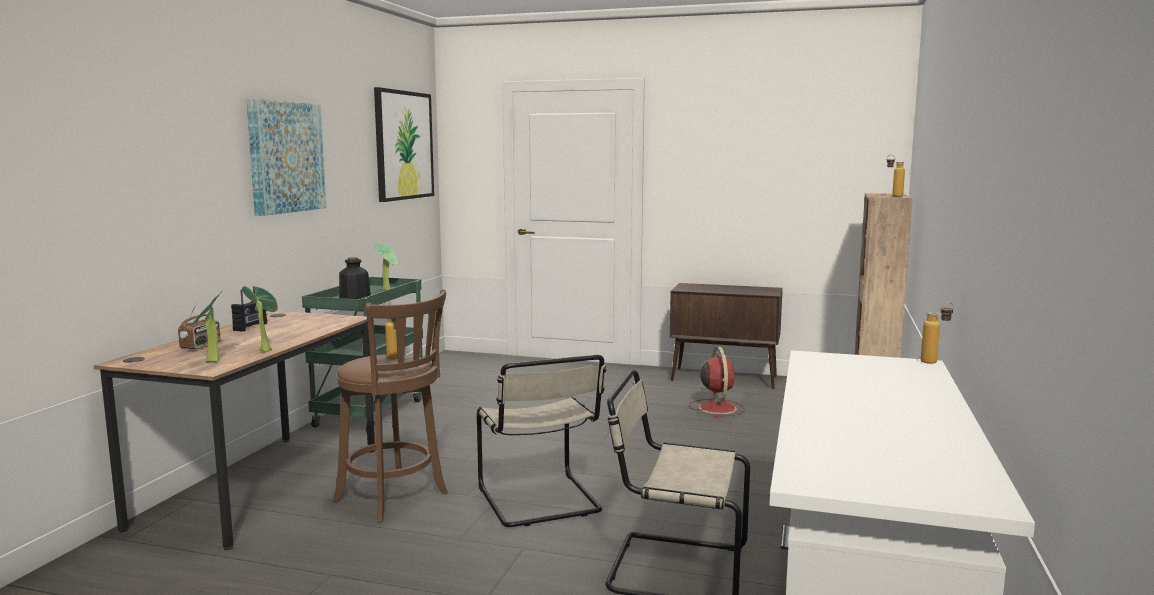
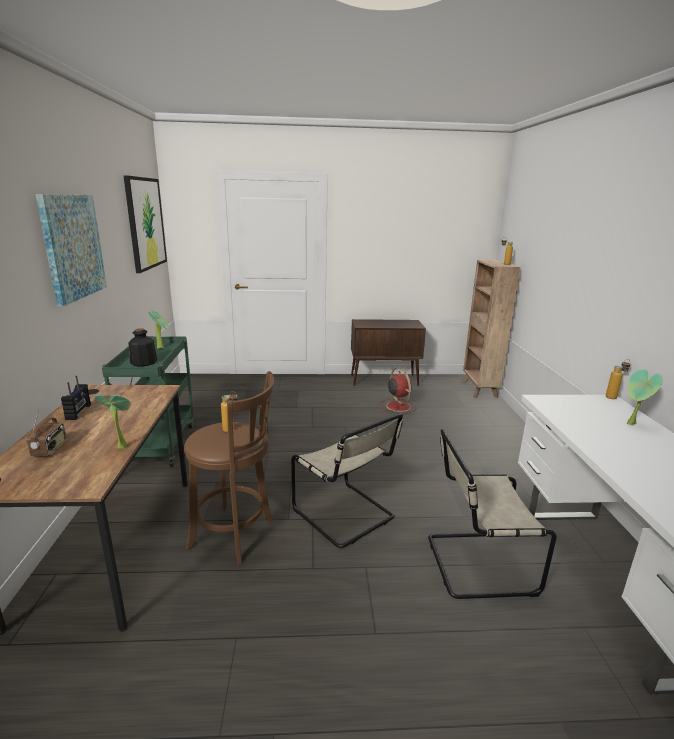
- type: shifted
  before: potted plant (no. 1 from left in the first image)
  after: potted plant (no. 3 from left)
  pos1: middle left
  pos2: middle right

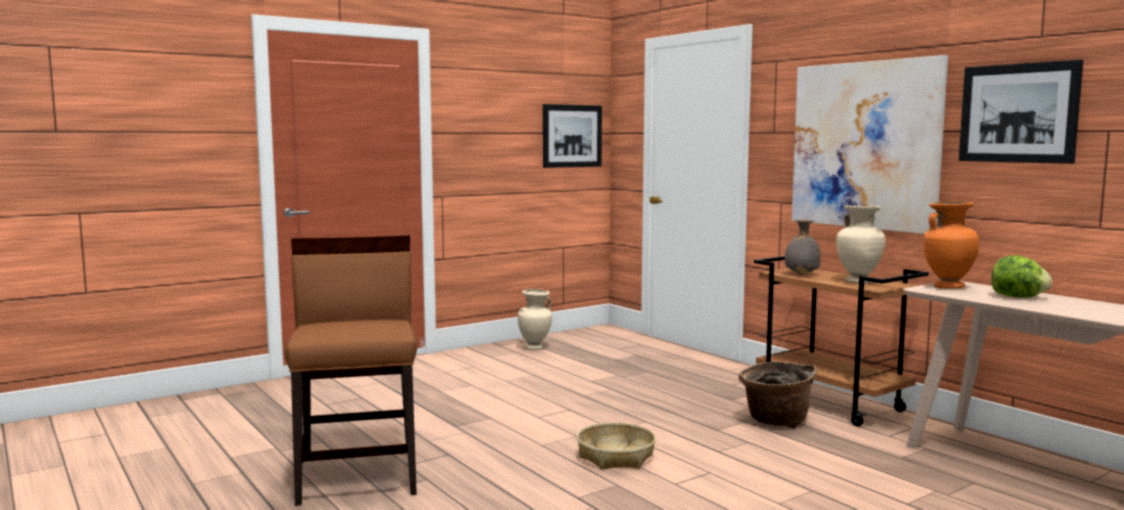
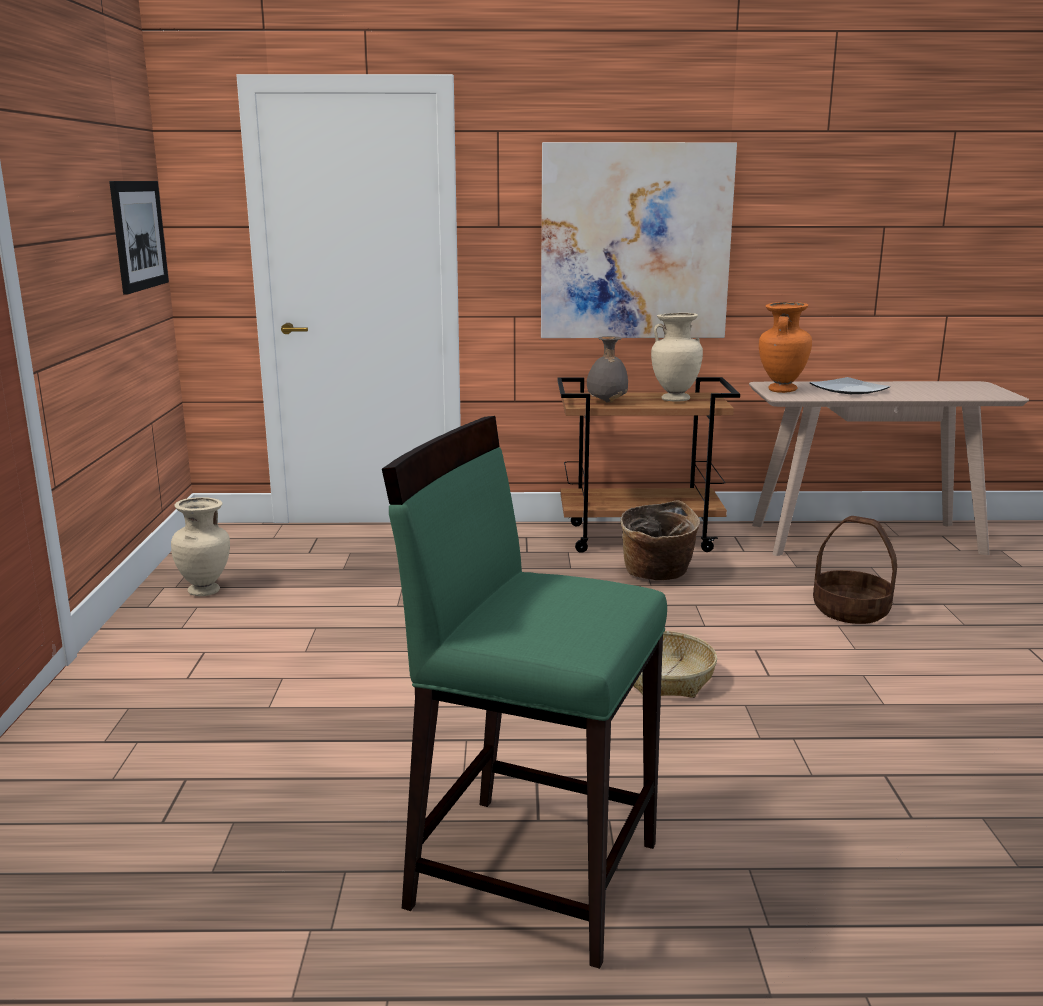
- type: swapped
  before: chair in brown
  after: stool in green
  pos1: bottom left
  pos2: bottom centre
- type: gone
  before: picture (no. 3 from left)
  pos1: top right
- type: swapped
  before: lettuce
  after: plate
  pos1: middle right
  pos2: middle right
- type: new
  after: basket (no. 3 from left)
  pos2: middle right

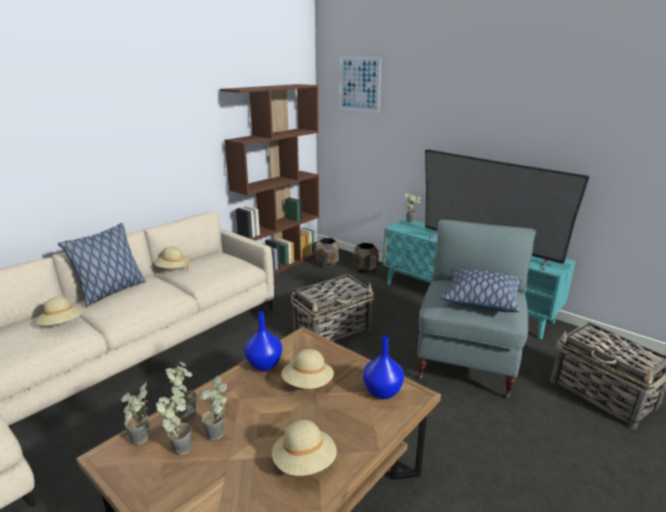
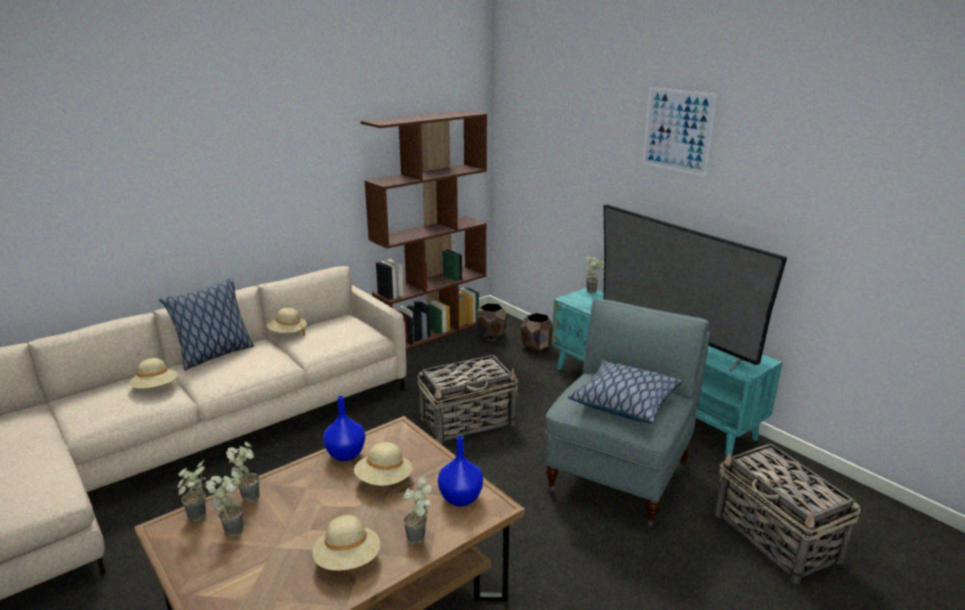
- type: shifted
  before: potted plant (no. 4 from left)
  pos1: bottom left
  pos2: bottom centre
- type: shifted
  before: picture
  pos1: top centre
  pos2: top right

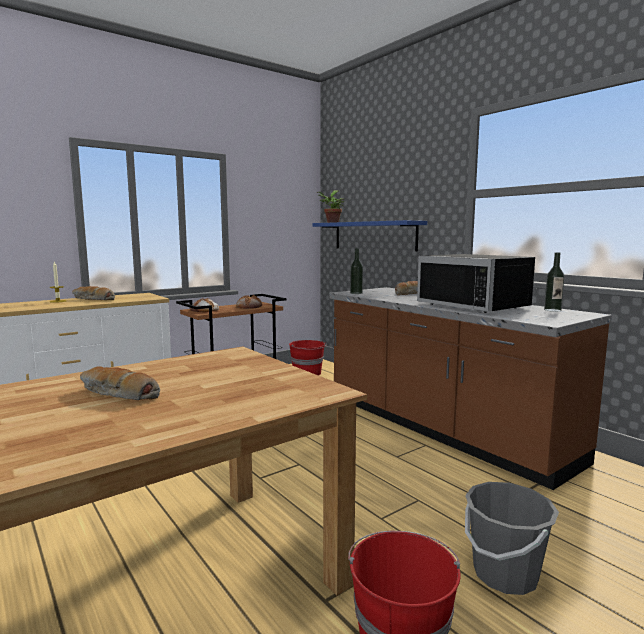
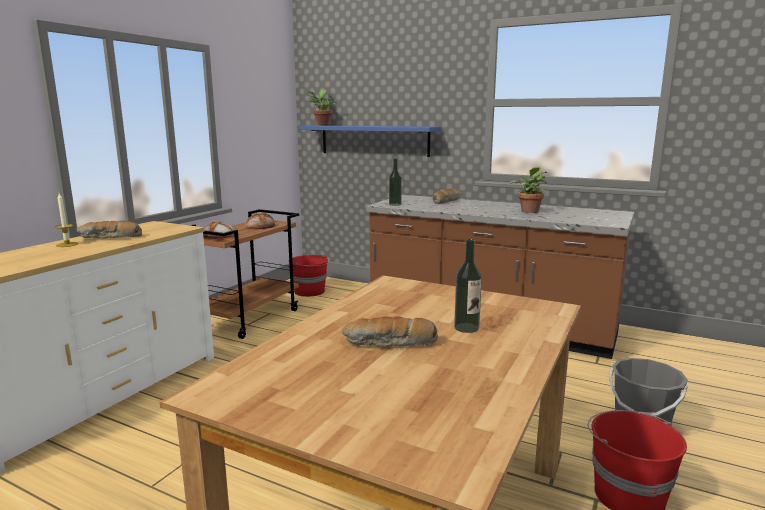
- type: swapped
  before: microwave in black
  after: potted plant (no. 2 from left)
  pos1: middle right
  pos2: middle right
- type: shifted
  before: bottle (no. 2 from left)
  pos1: middle right
  pos2: centre

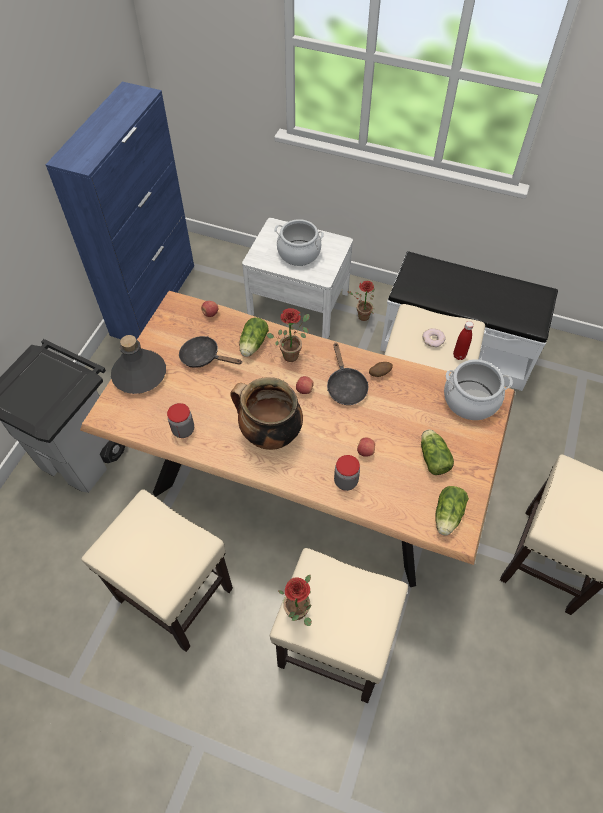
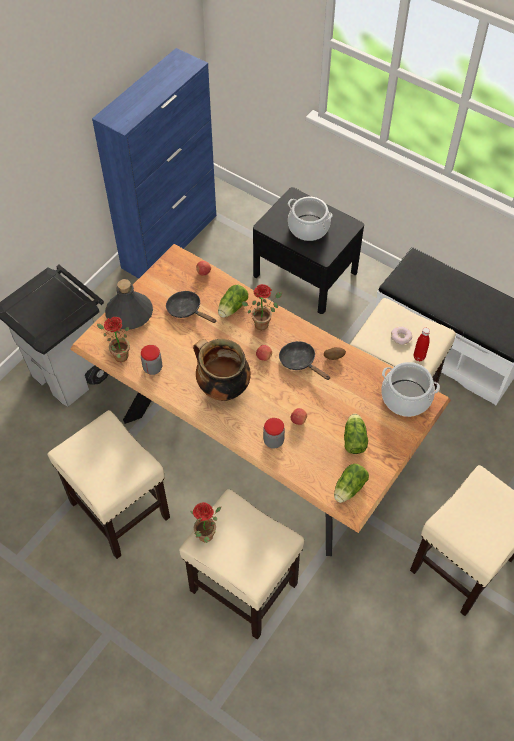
- type: repainted
  before: nightstand in white
  after: nightstand in black
  pos1: centre
  pos2: centre
- type: rotated
  before: frying pan in black (no. 2 from left)
  pos1: centre
  pos2: centre
  turn: 135
- type: shifted
  before: potted plant (no. 3 from left in the first image)
  after: potted plant (no. 1 from left)
  pos1: centre
  pos2: middle left

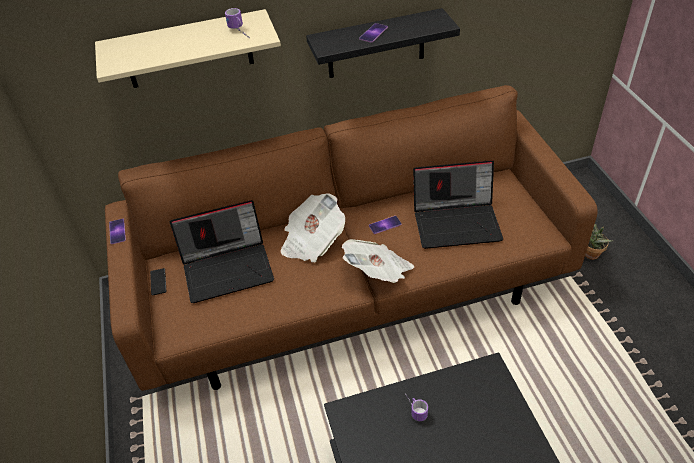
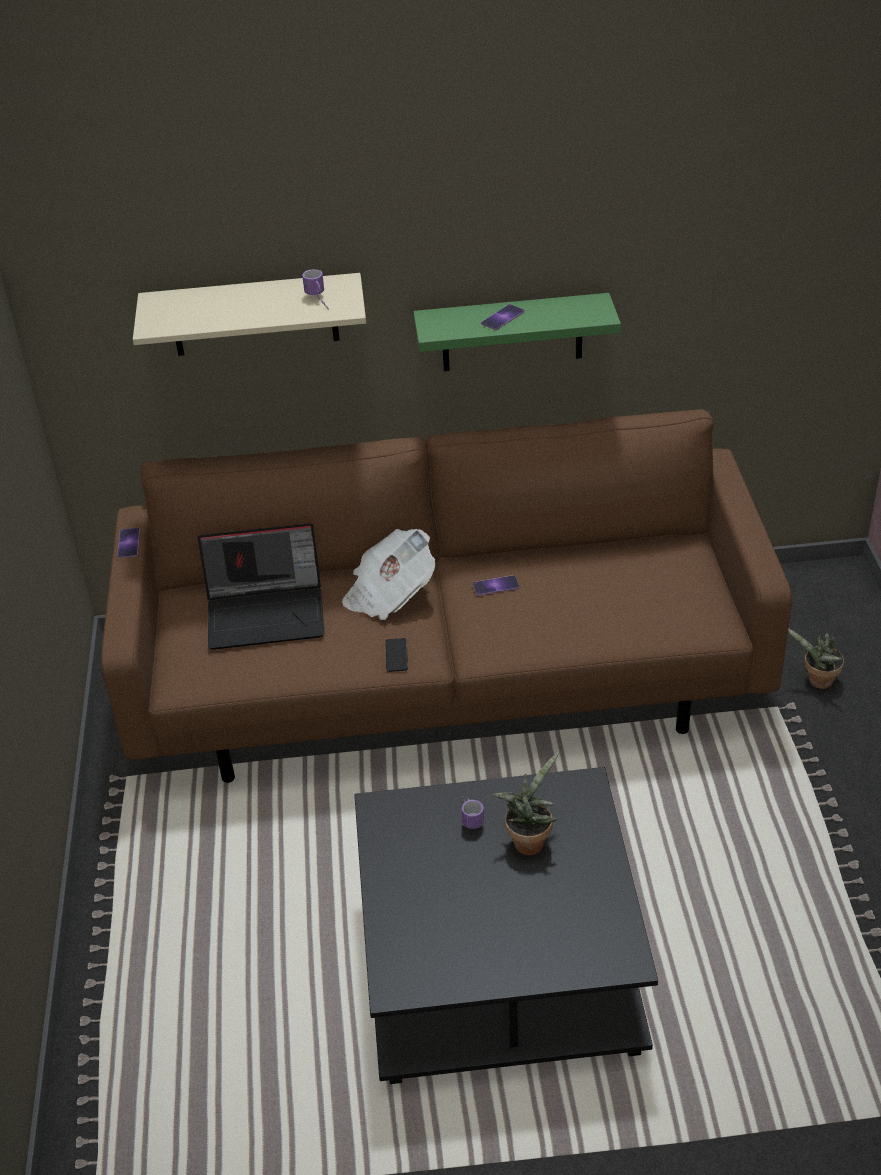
- type: shifted
  before: phone (no. 2 from left)
  pos1: middle left
  pos2: centre
- type: repainted
  before: shelf in black
  after: shelf in green
  pos1: top centre
  pos2: top centre
- type: gone
  before: newspaper (no. 2 from left)
  pos1: centre
- type: gone
  before: laptop (no. 2 from left)
  pos1: centre
- type: new
  after: potted plant (no. 1 from left)
  pos2: bottom centre

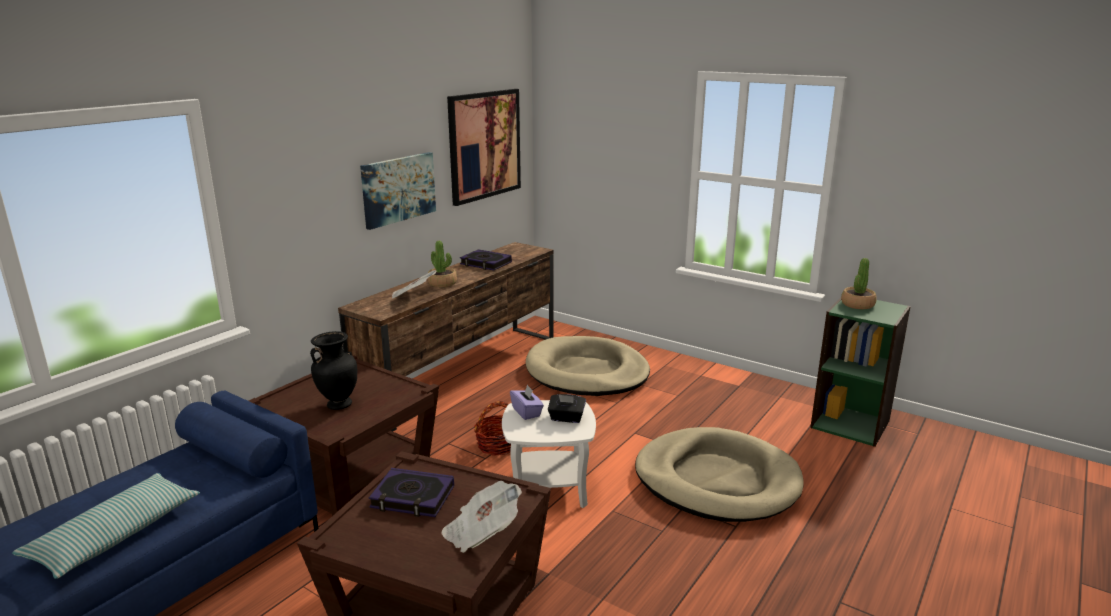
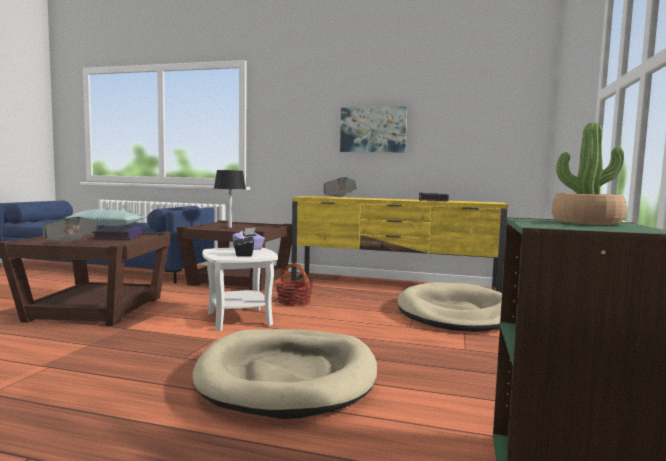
- type: swapped
  before: vase in black
  after: table lamp in black
  pos1: middle left
  pos2: centre
- type: repainted
  before: tv stand in brown
  after: tv stand in yellow
  pos1: centre
  pos2: centre
- type: gone
  before: potted plant (no. 1 from left)
  pos1: centre
- type: gone
  before: picture (no. 2 from left)
  pos1: top centre

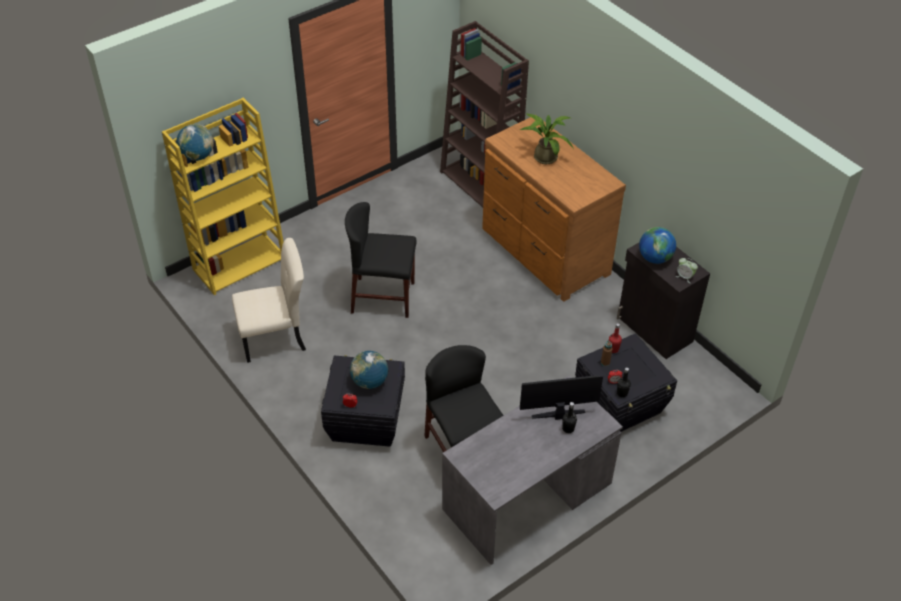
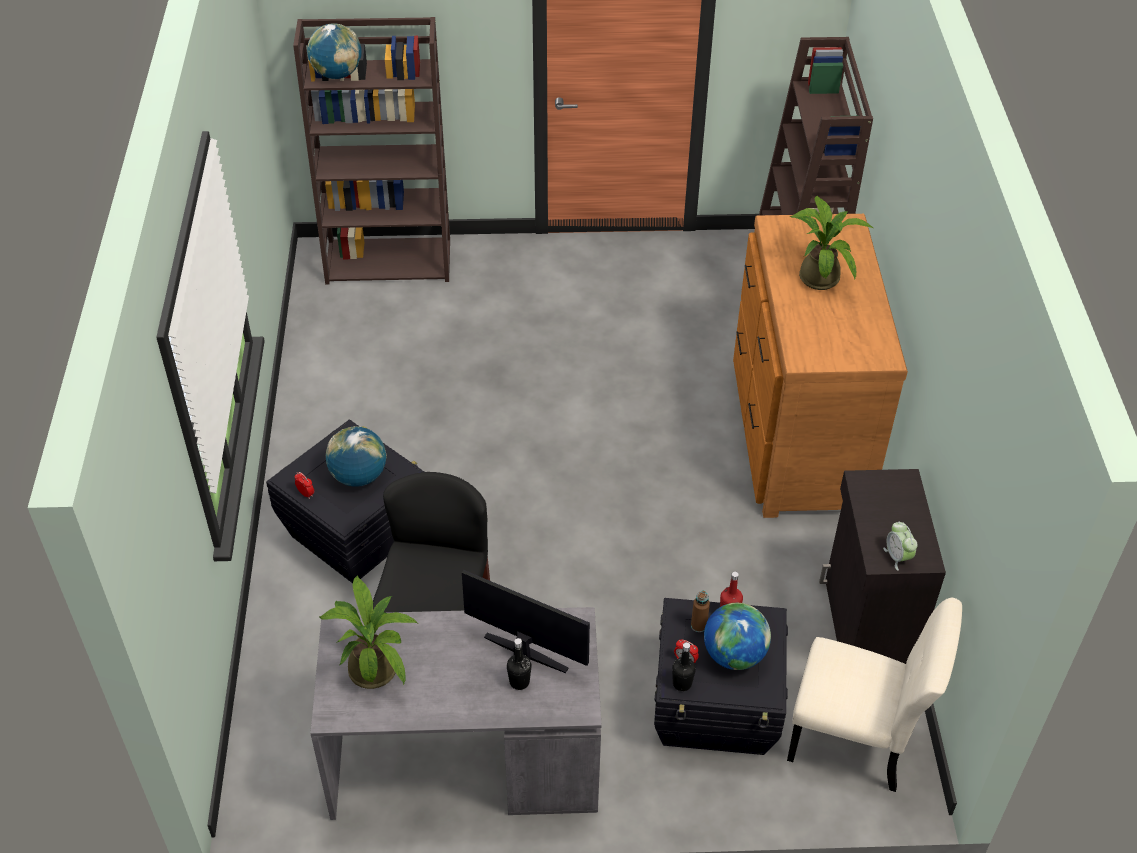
- type: repainted
  before: bookcase in yellow
  after: bookcase in brown (no. 1 from left)
  pos1: top left
  pos2: top left
- type: shifted
  before: chair in beige
  pos1: middle left
  pos2: bottom right
- type: gone
  before: chair in black (no. 1 from left)
  pos1: centre
- type: shifted
  before: globe (no. 3 from left)
  pos1: middle right
  pos2: bottom centre
- type: new
  after: potted plant (no. 1 from left)
  pos2: bottom left

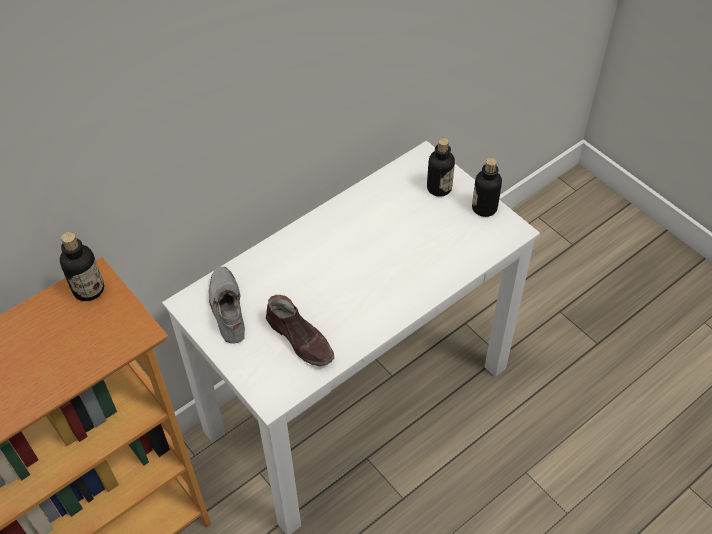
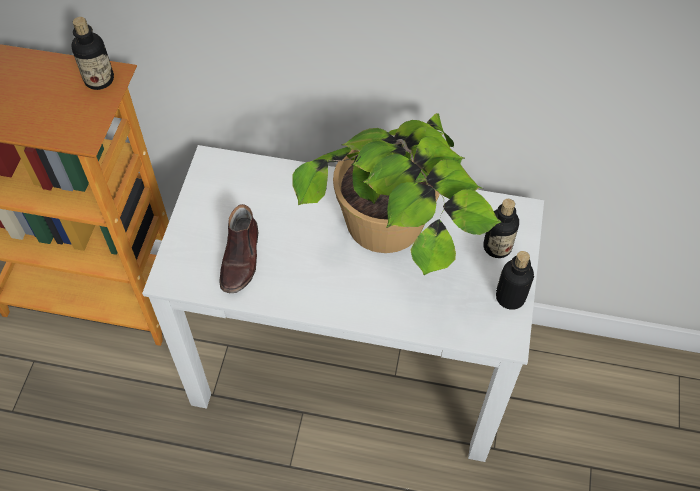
- type: gone
  before: shoe in grey
  pos1: middle left
- type: new
  after: potted plant
  pos2: centre

